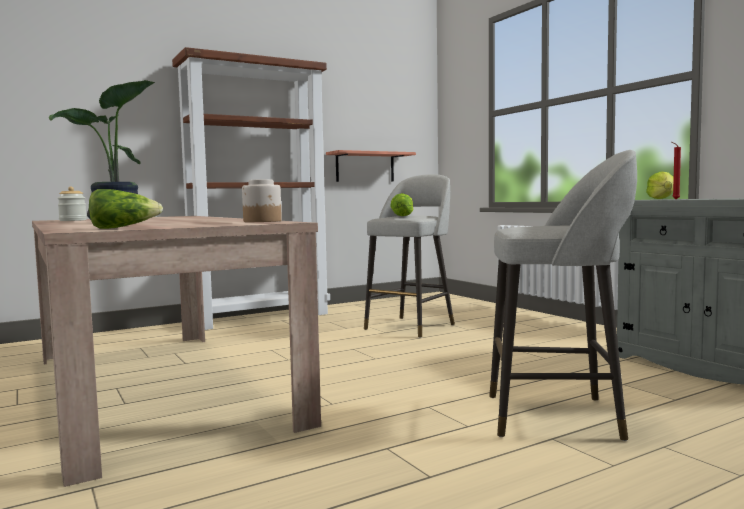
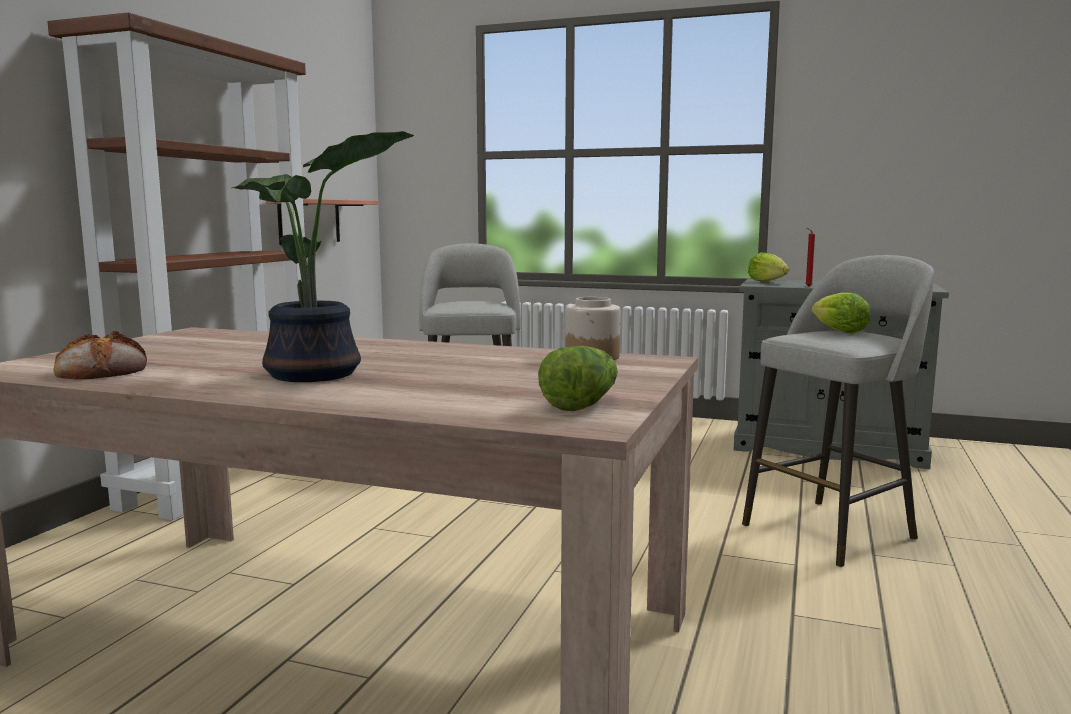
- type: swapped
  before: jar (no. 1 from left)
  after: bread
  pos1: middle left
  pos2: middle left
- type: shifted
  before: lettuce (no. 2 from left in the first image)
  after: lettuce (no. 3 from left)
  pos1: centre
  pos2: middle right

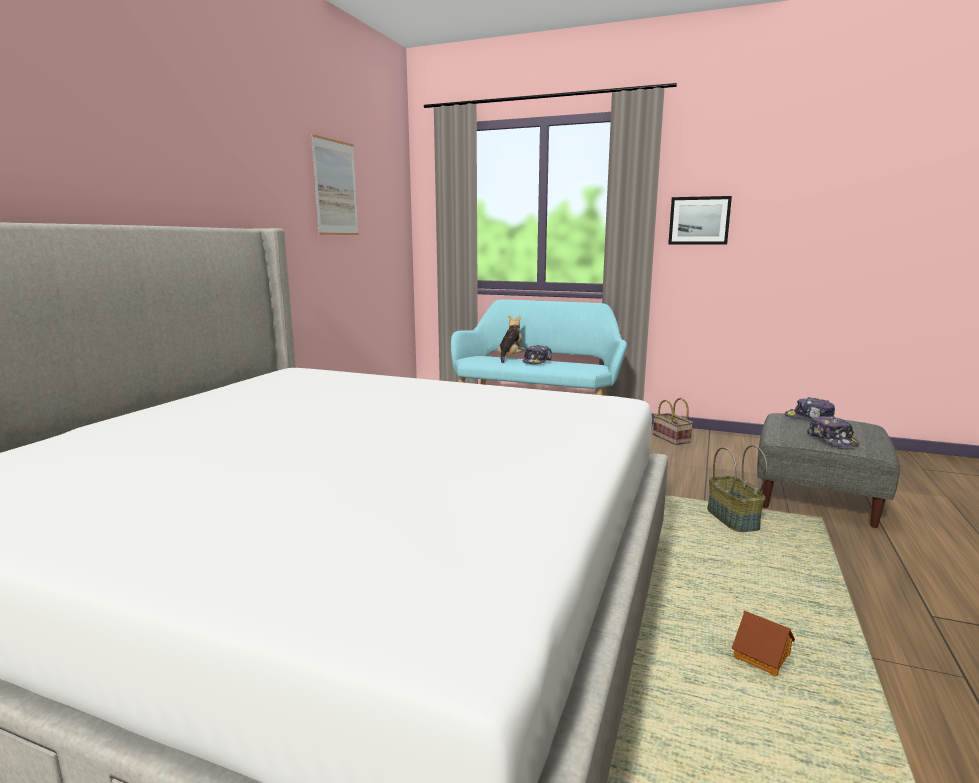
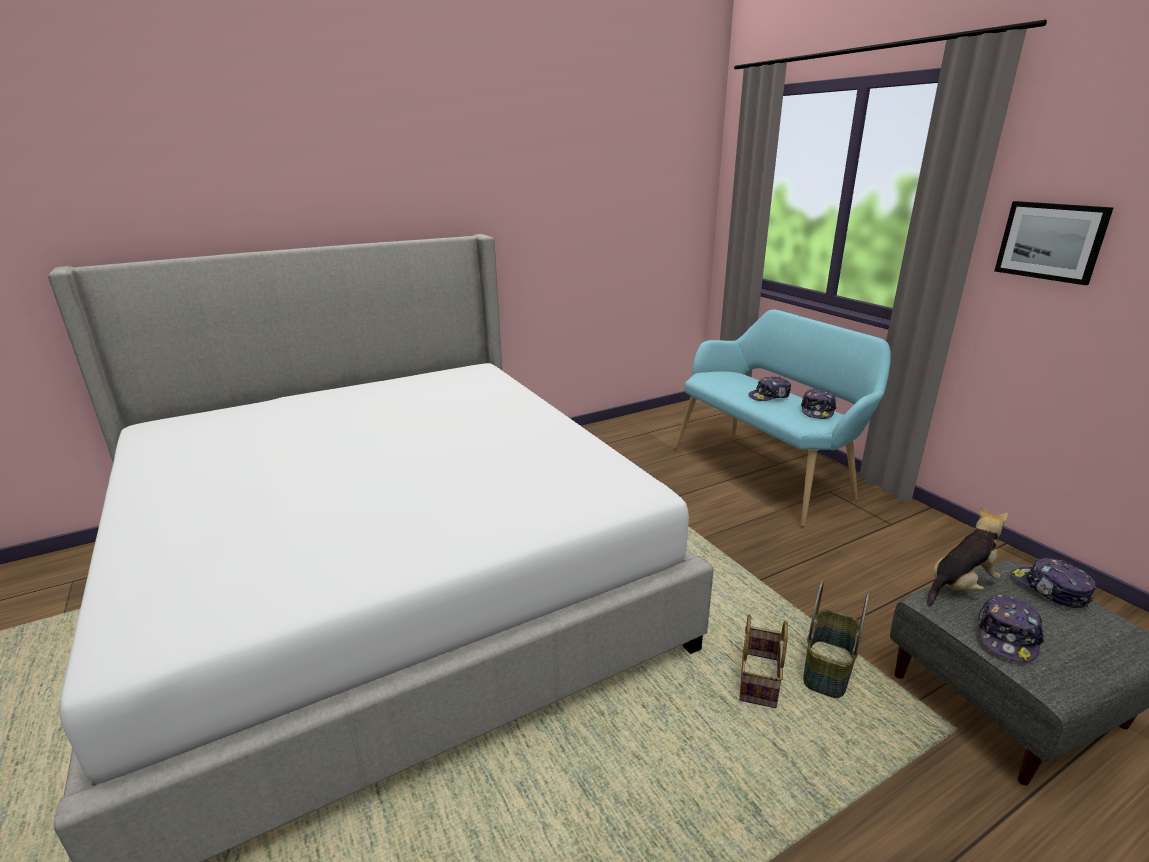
- type: gone
  before: picture (no. 1 from left)
  pos1: top centre
- type: shifted
  before: plush toy
  pos1: centre
  pos2: middle right
- type: shifted
  before: basket (no. 1 from left)
  pos1: middle right
  pos2: bottom centre
- type: gone
  before: toy house
  pos1: bottom right
- type: new
  after: cap (no. 2 from left)
  pos2: middle right

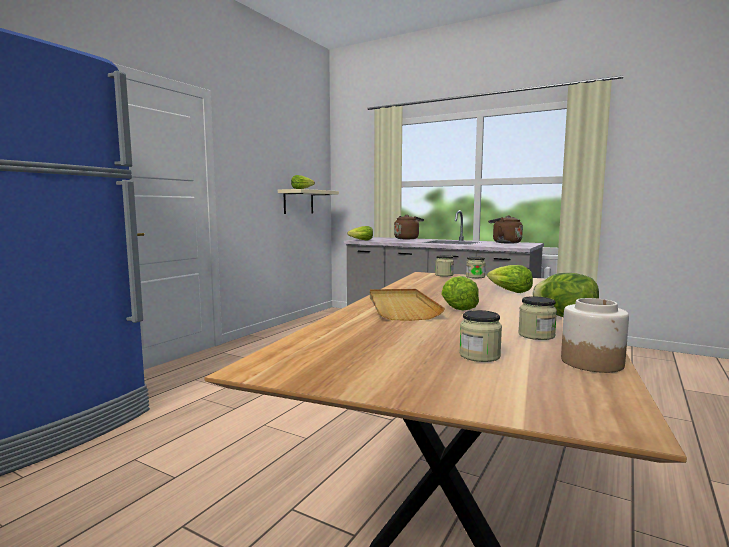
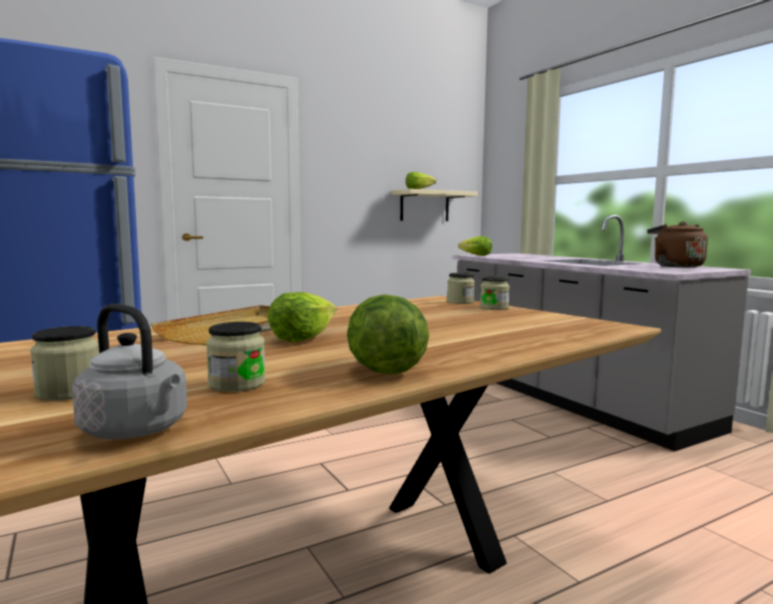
- type: gone
  before: kettle in brown (no. 1 from left)
  pos1: centre
- type: gone
  before: lettuce (no. 4 from left)
  pos1: middle right
- type: swapped
  before: jar (no. 5 from left)
  after: kettle in grey
  pos1: middle right
  pos2: middle left

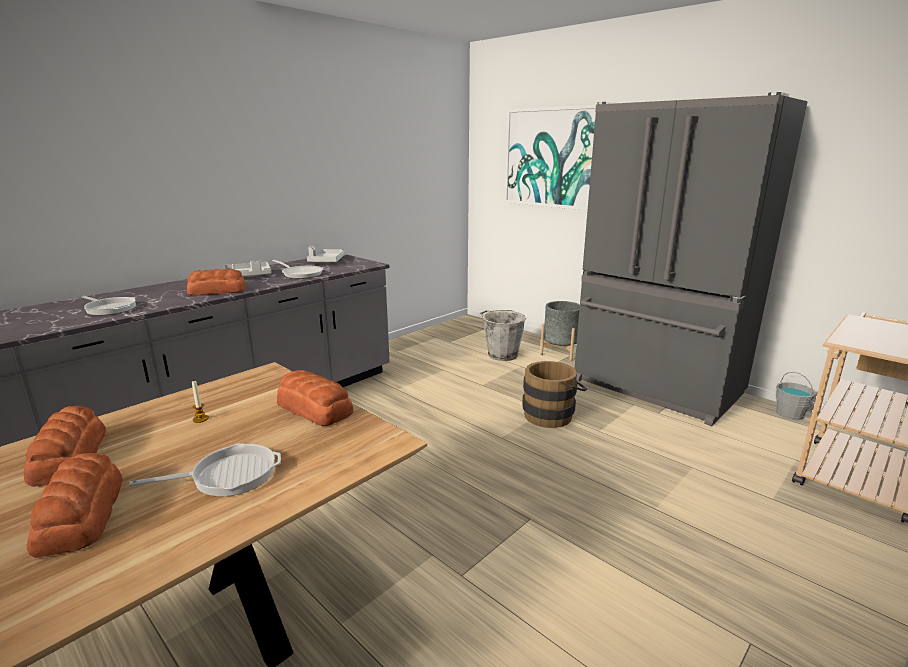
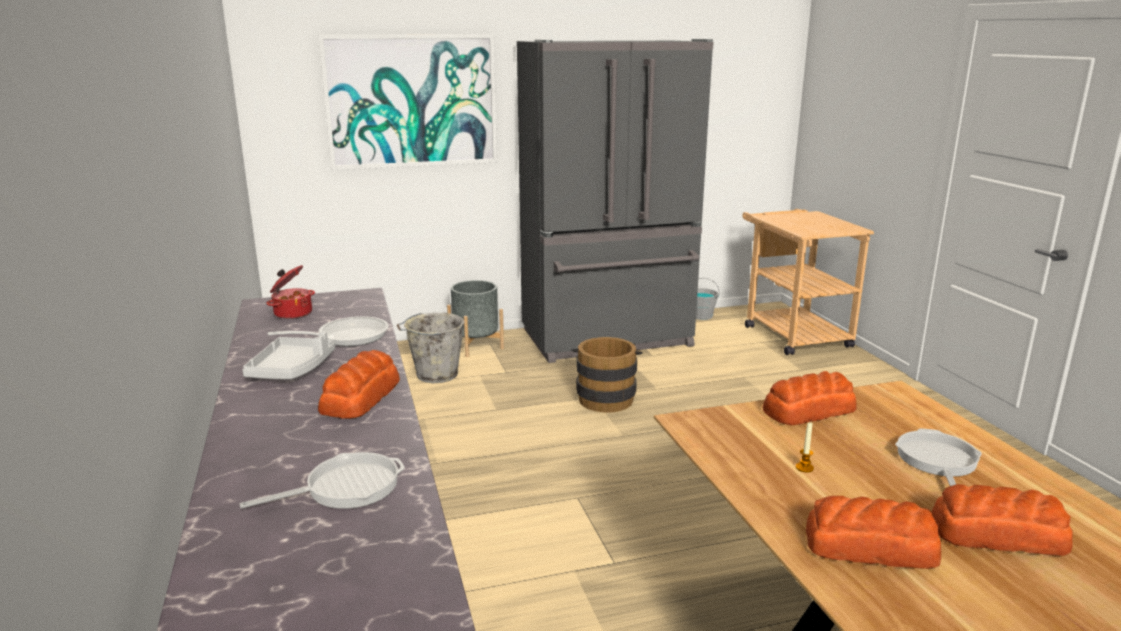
- type: swapped
  before: tray in grey (no. 2 from left)
  after: cooking pot
  pos1: centre
  pos2: middle left

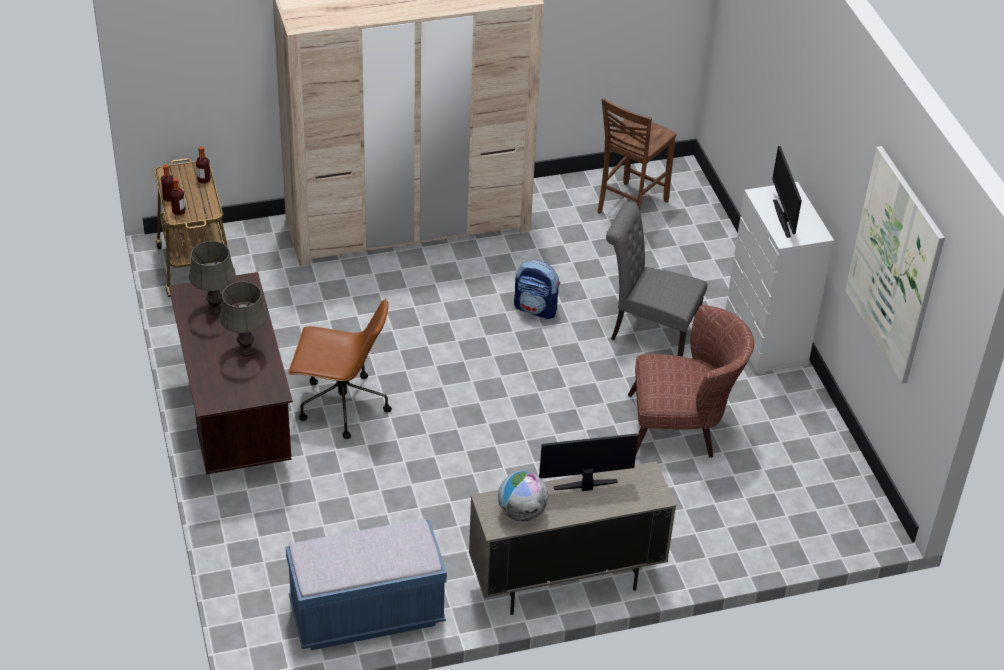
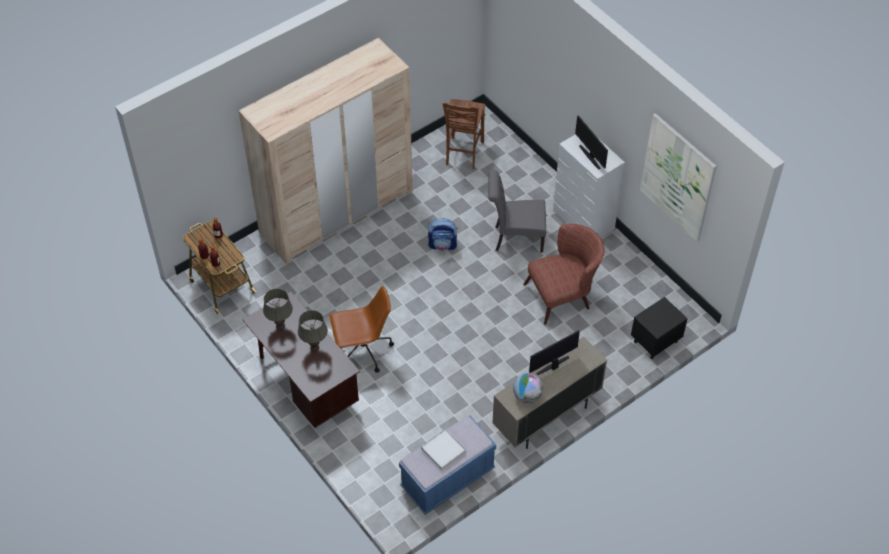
- type: new
  after: tray in white
  pos2: bottom centre
- type: new
  after: nightstand in black
  pos2: middle right

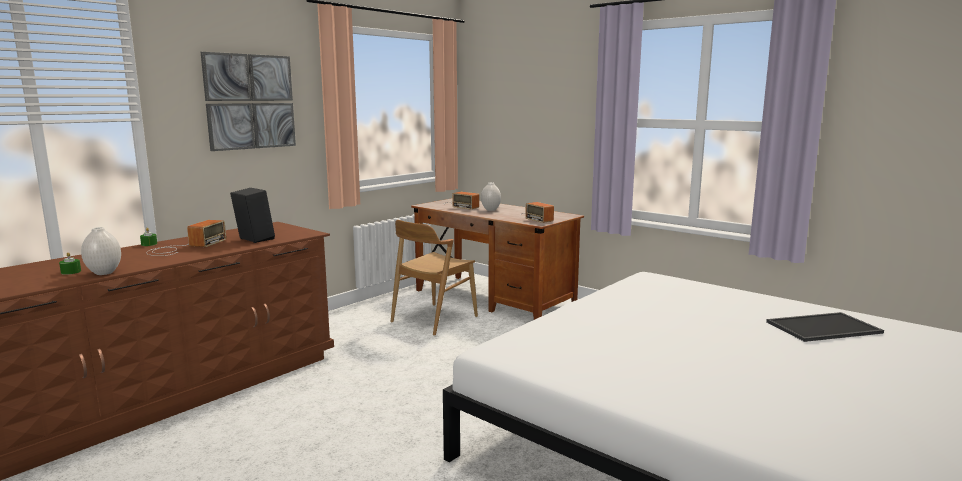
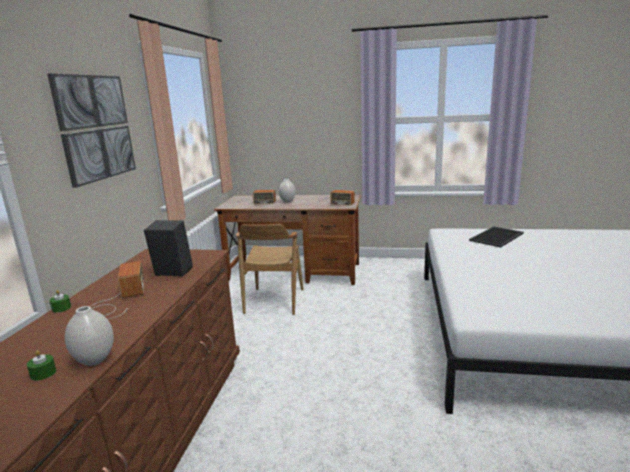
- type: shifted
  before: tray
  pos1: bottom right
  pos2: middle right

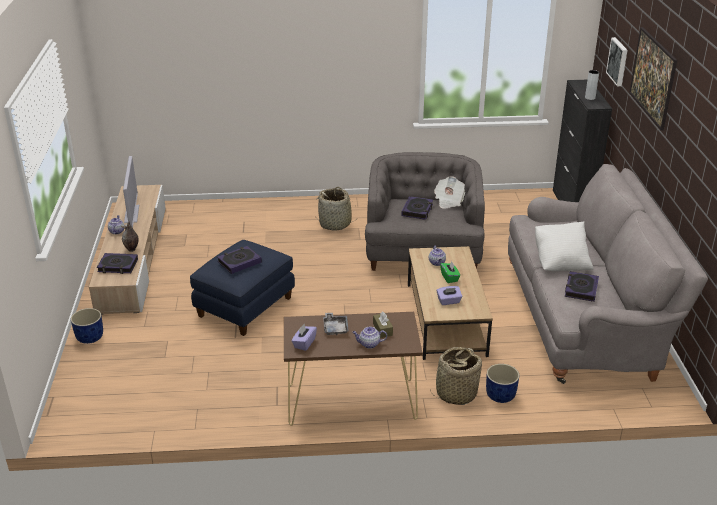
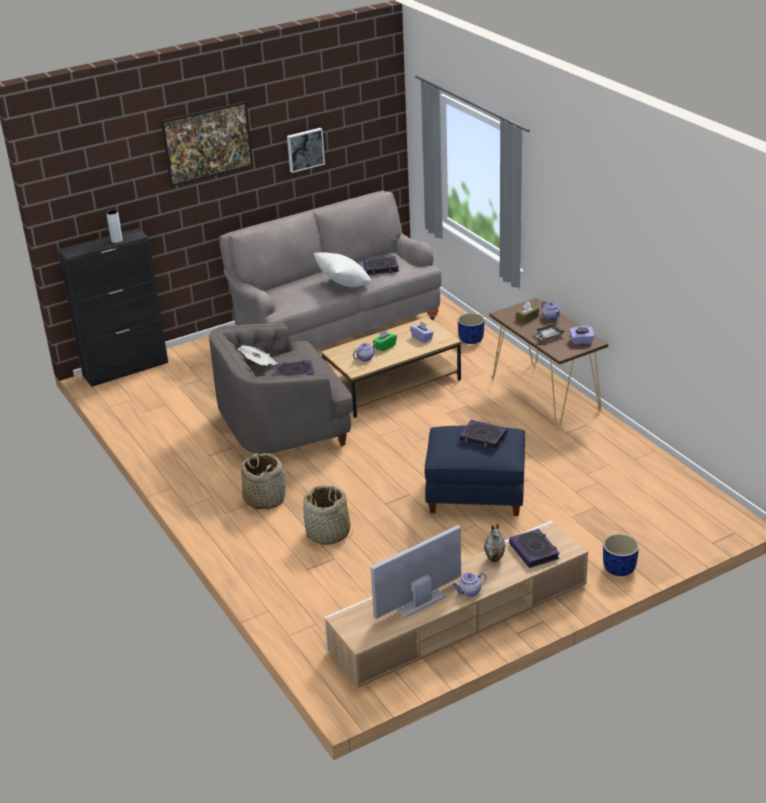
- type: shifted
  before: basket (no. 2 from left)
  pos1: bottom centre
  pos2: centre
- type: shifted
  before: picture (no. 1 from left in the first image)
  after: picture (no. 2 from left)
  pos1: top right
  pos2: top centre

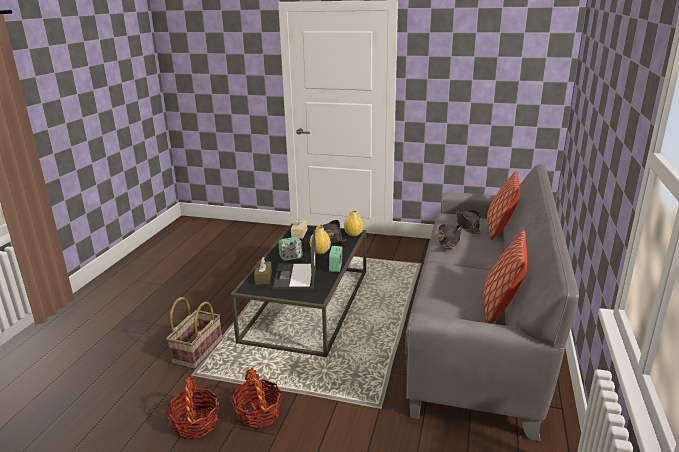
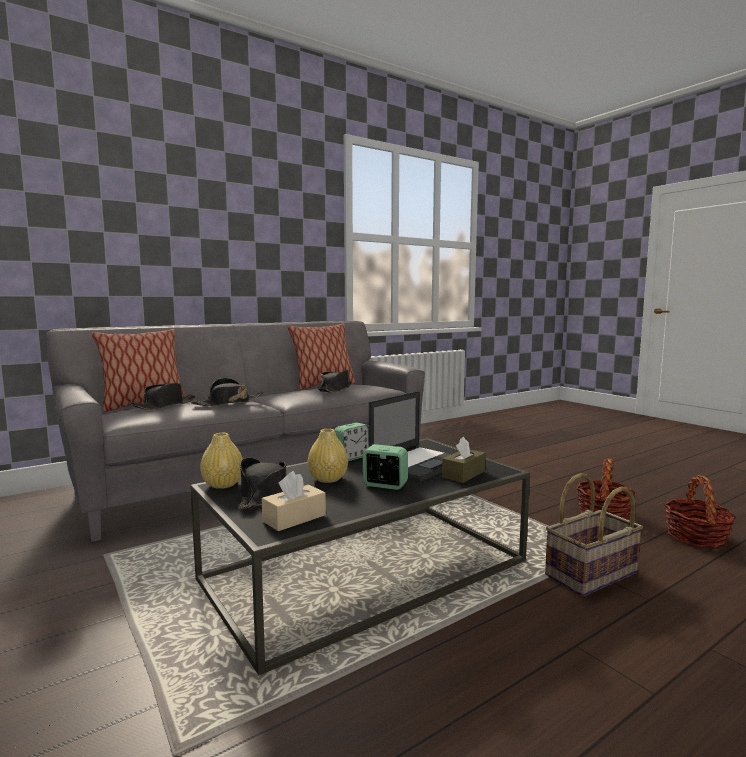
- type: shifted
  before: basket (no. 3 from left)
  pos1: bottom centre
  pos2: bottom right
- type: new
  after: hat in black (no. 4 from left)
  pos2: centre

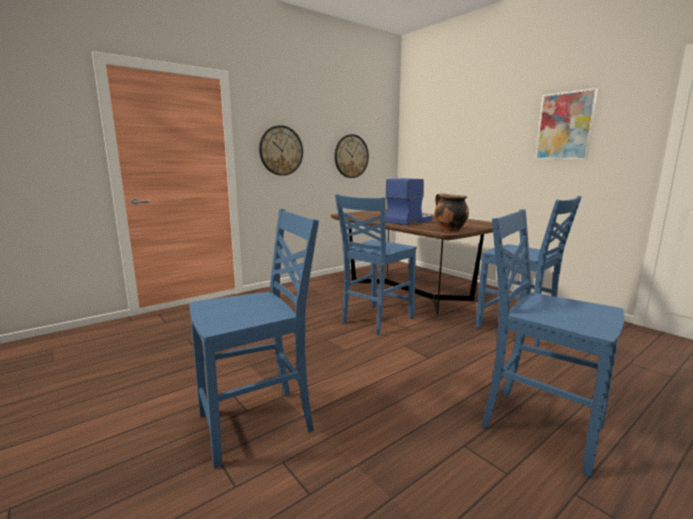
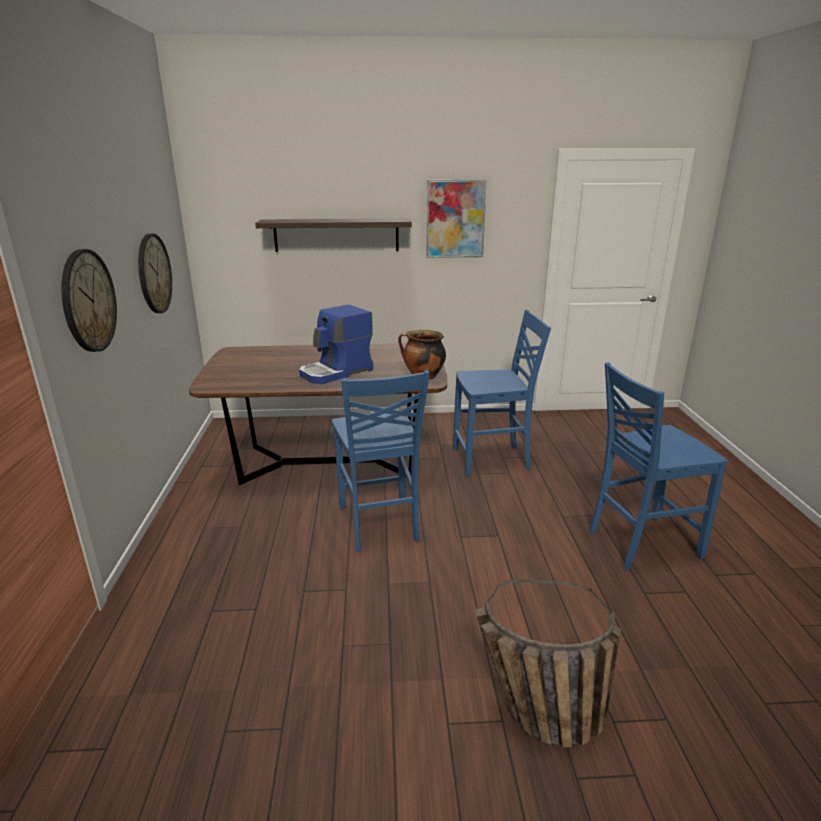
- type: swapped
  before: chair in blue (no. 1 from left)
  after: basket
  pos1: centre
  pos2: bottom right
- type: rotated
  before: coffee machine
  pos1: centre
  pos2: centre
  turn: -120
- type: new
  after: shelf
  pos2: top centre

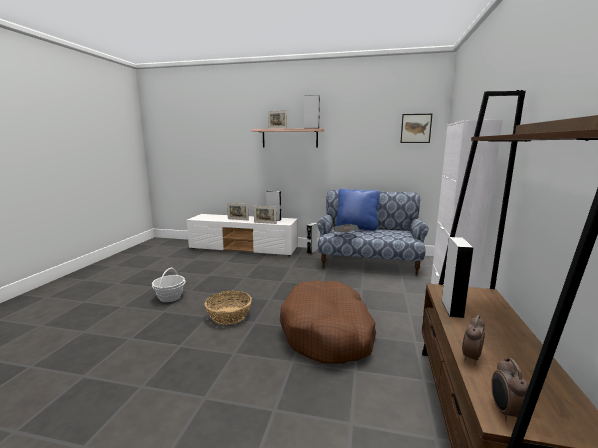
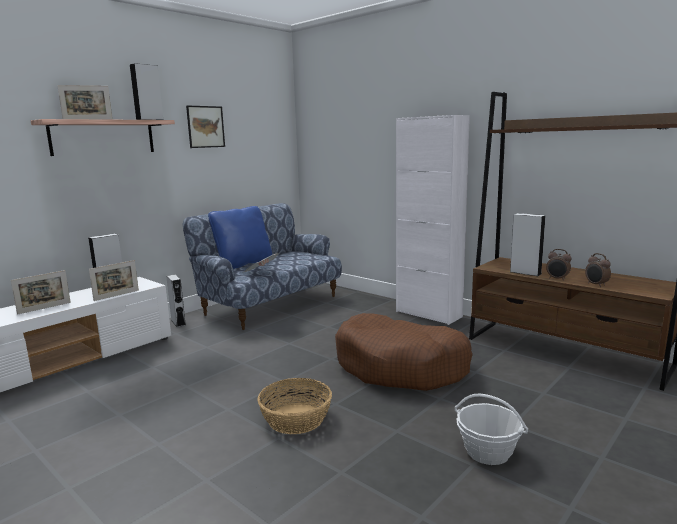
- type: shifted
  before: basket (no. 1 from left in the first image)
  after: basket (no. 2 from left)
  pos1: middle left
  pos2: bottom right
- type: shifted
  before: picture
  pos1: top right
  pos2: top left
- type: shifted
  before: alarm clock (no. 2 from left in the first image)
  after: alarm clock (no. 1 from left)
  pos1: bottom right
  pos2: middle right

